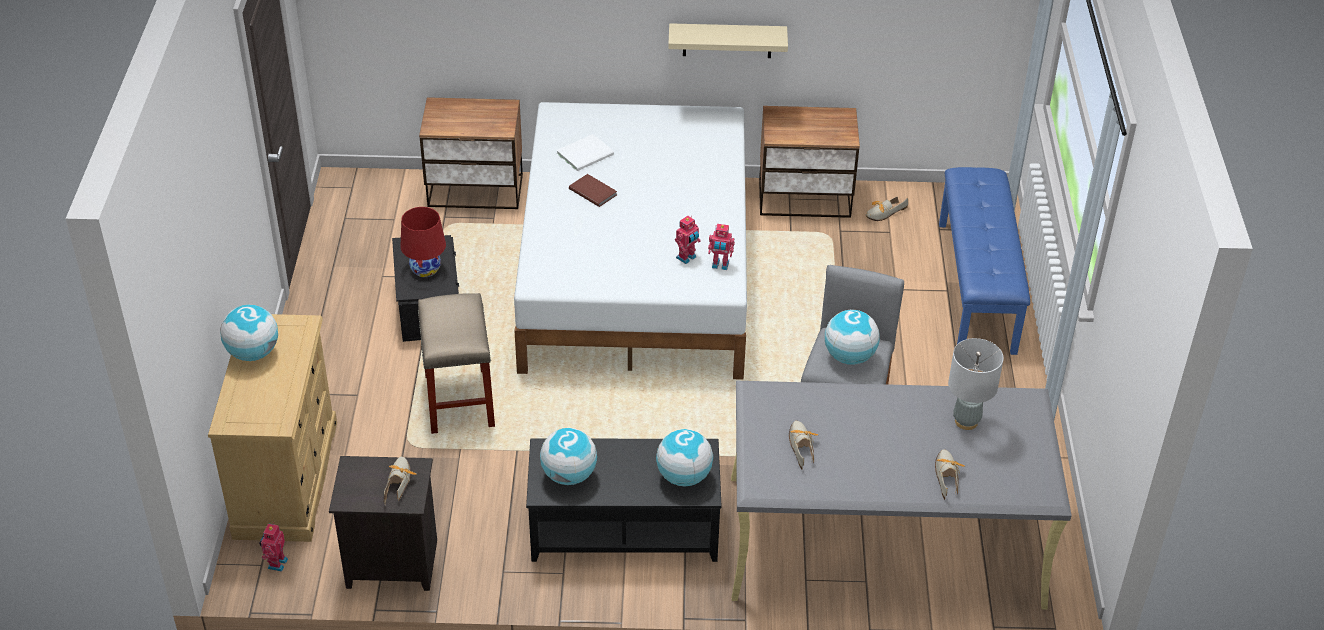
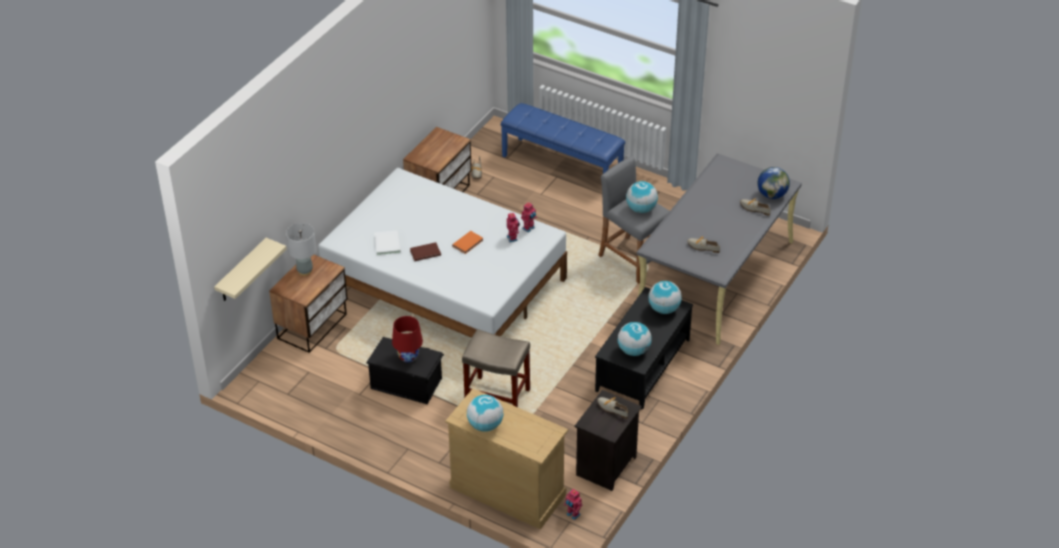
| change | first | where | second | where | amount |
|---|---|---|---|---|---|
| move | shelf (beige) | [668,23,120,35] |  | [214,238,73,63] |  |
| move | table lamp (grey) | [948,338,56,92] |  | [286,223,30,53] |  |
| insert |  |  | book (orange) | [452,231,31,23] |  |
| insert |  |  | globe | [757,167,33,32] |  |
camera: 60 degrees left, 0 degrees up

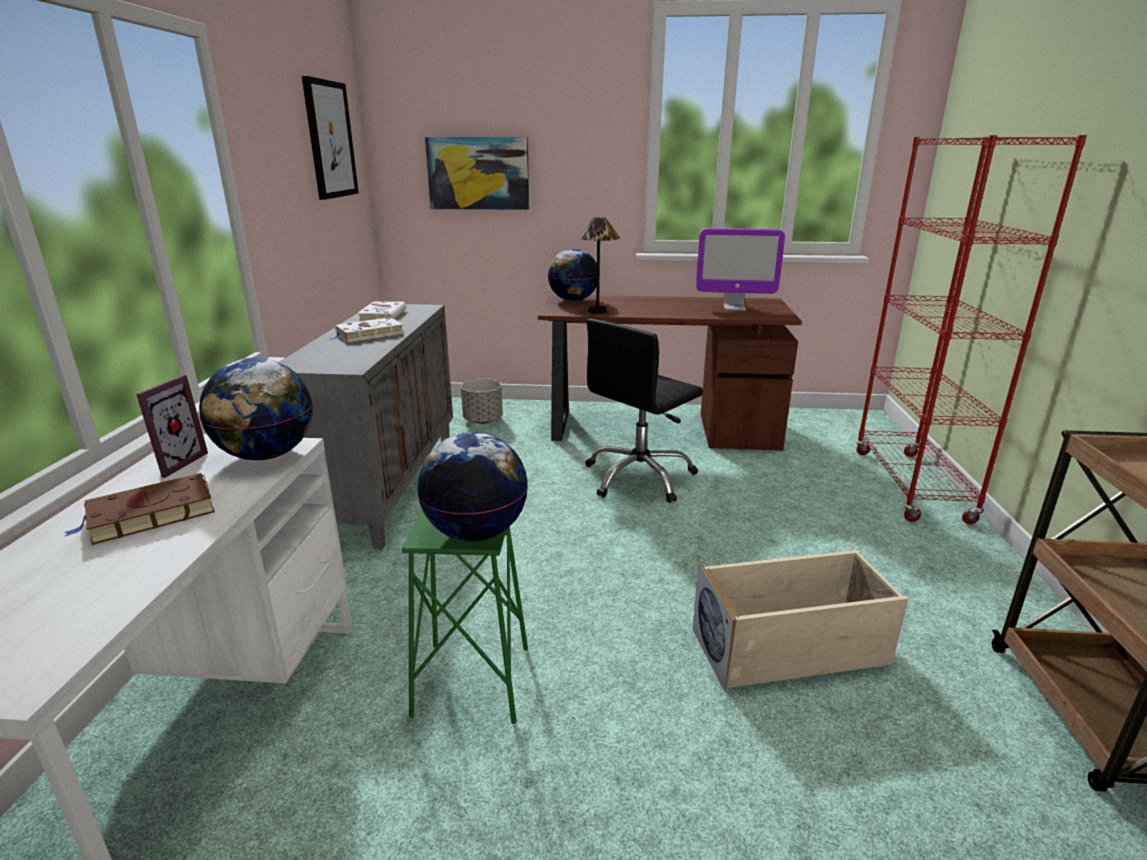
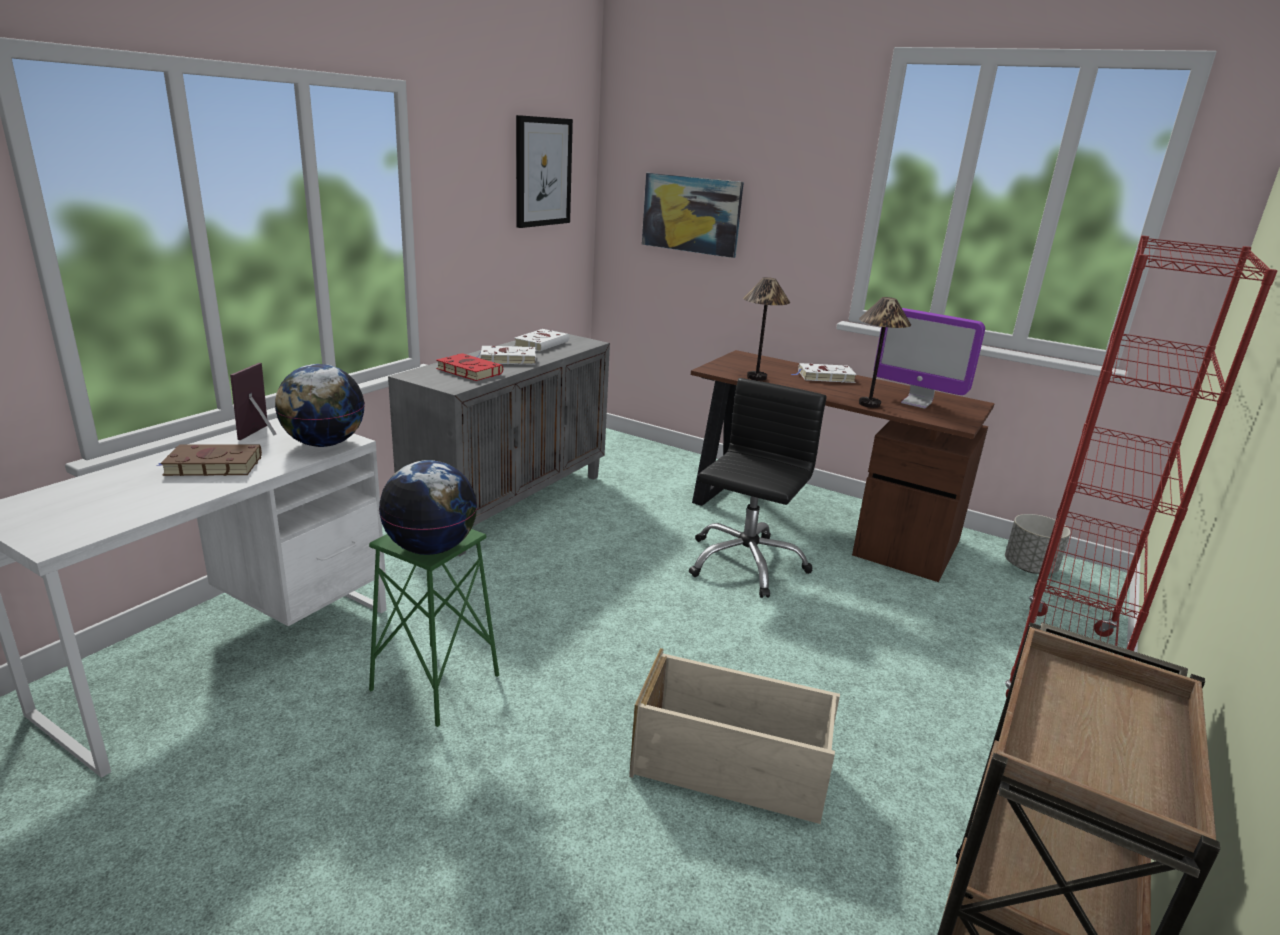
| change | first | where | second | where | amount |
|---|---|---|---|---|---|
| rotate | picture frame | [136,375,72,103] |  | [230,363,46,77] | 150 degrees clockwise |
| move | planter (grey) | [461,379,42,45] |  | [1005,514,66,60] |  |
| delete | globe | [548,248,49,53] |  |  |  |
| rotate | office chair (black) | [585,319,118,184] |  | [689,378,137,220] | 135 degrees clockwise |
| insert |  |  | book (red) | [436,353,67,28] |  |
| insert |  |  | book (white) | [792,363,65,20] |  |
| insert |  |  | table lamp | [859,297,52,111] |  |
camera: 25 degrees right, 0 degrees up

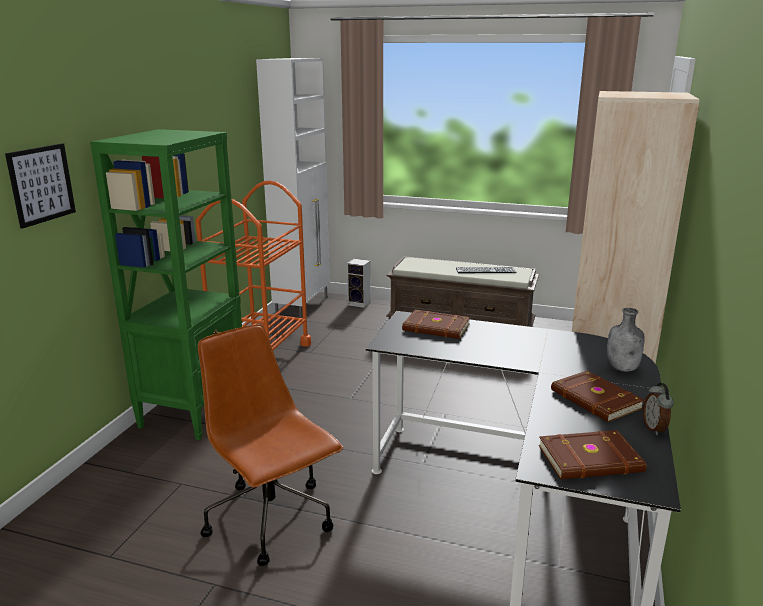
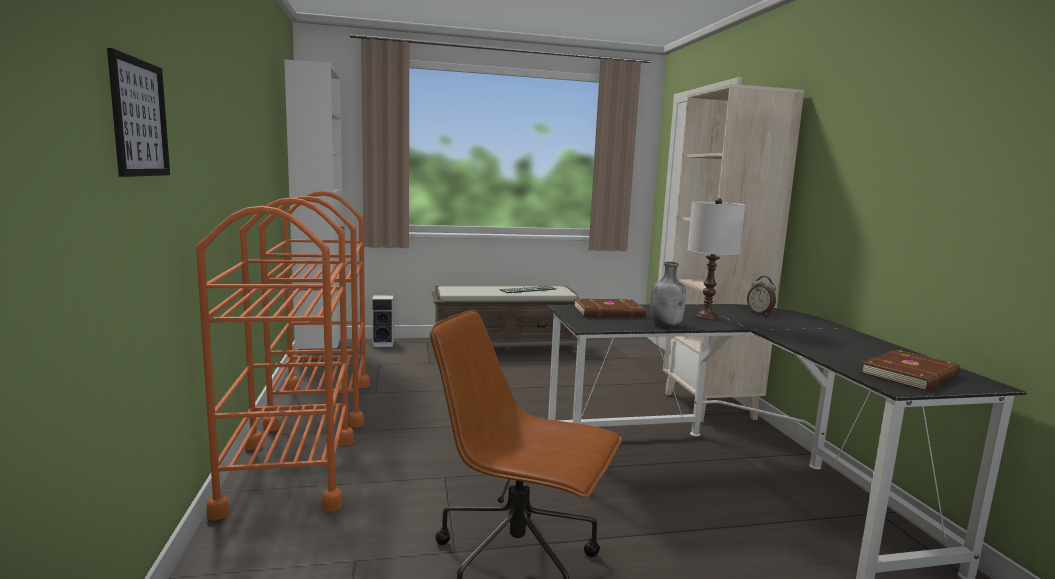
| change | first | where | second | where | amount |
|---|---|---|---|---|---|
| replace | bookcase (green) | [90,129,152,311] | cart (orange) | [196,198,158,322] |  |
| delete | book (brown) | [551,371,93,51] |  |  |  |
| move | bottle (grey) | [606,308,39,64] |  | [650,262,36,64] |  |
| move | alarm clock | [643,383,31,52] |  | [747,276,29,39] |  |
| insert |  |  | table lamp (white) | [687,198,59,122] |  |
camera: 30 degrees left, 10 degrees down

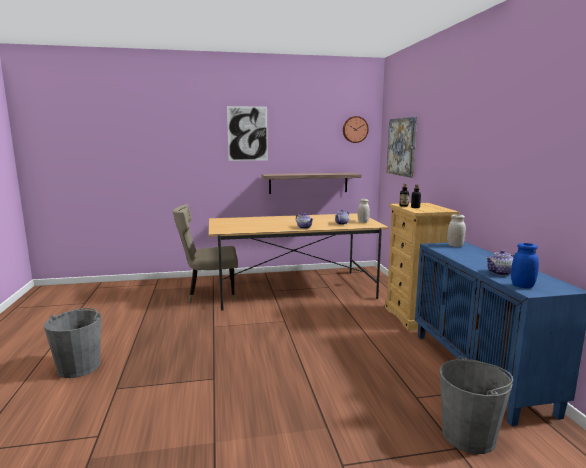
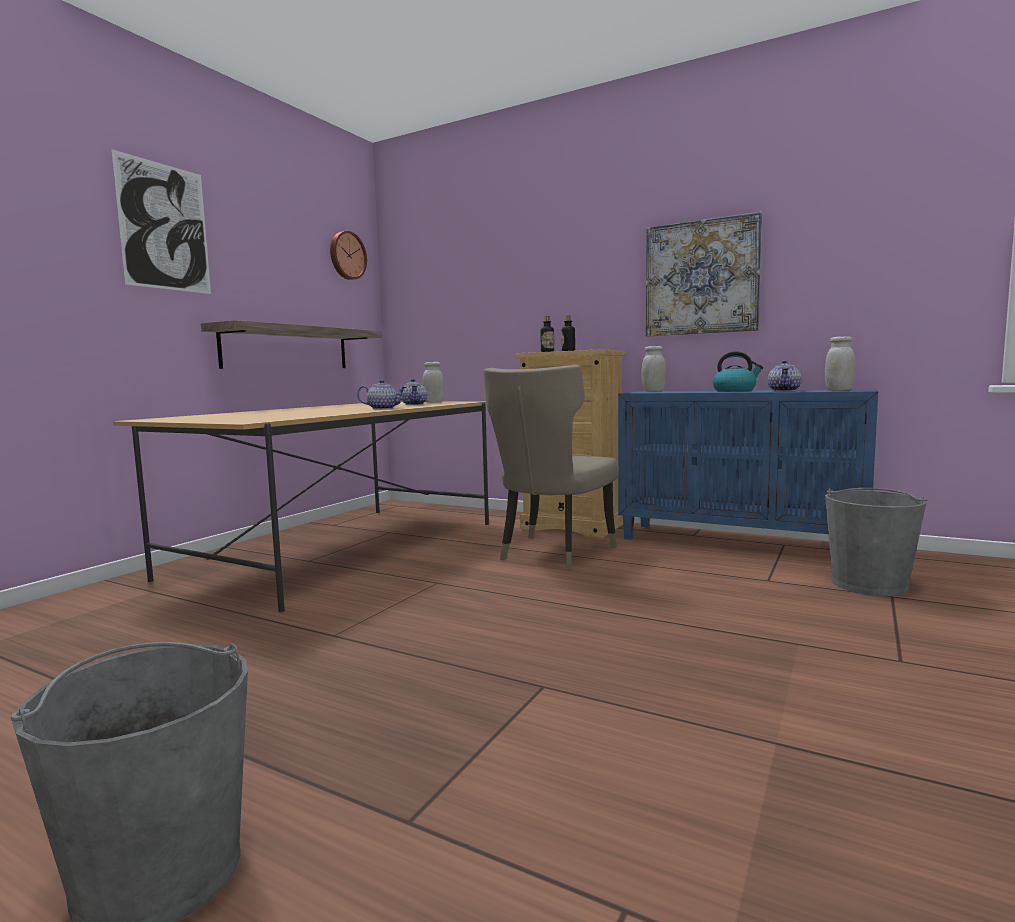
| change | first | where | second | where | amount |
|---|---|---|---|---|---|
| move | chair (beige) | [172,204,66,99] |  | [484,365,135,204] |  |
| move | picture | [387,117,30,60] |  | [646,212,116,124] |  |
| recolor | jar (blue) | [511,243,28,45] | jar (white) | [825,336,30,55] |  |
| insert |  |  | kettle | [713,351,50,41] |  |
camera: 50 degrees left, 5 degrees down

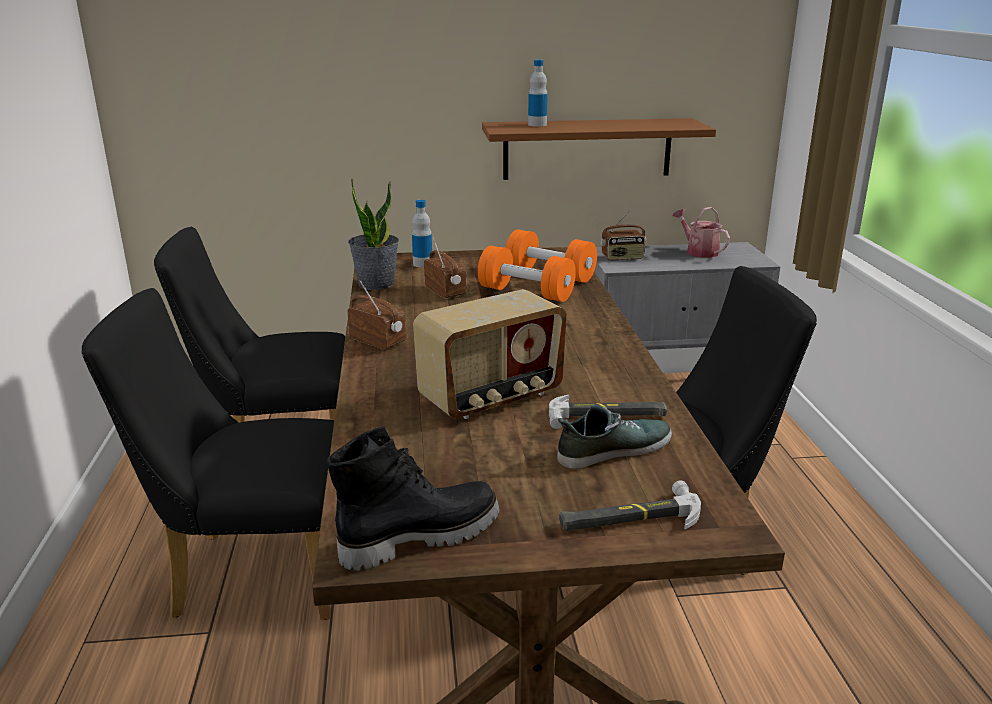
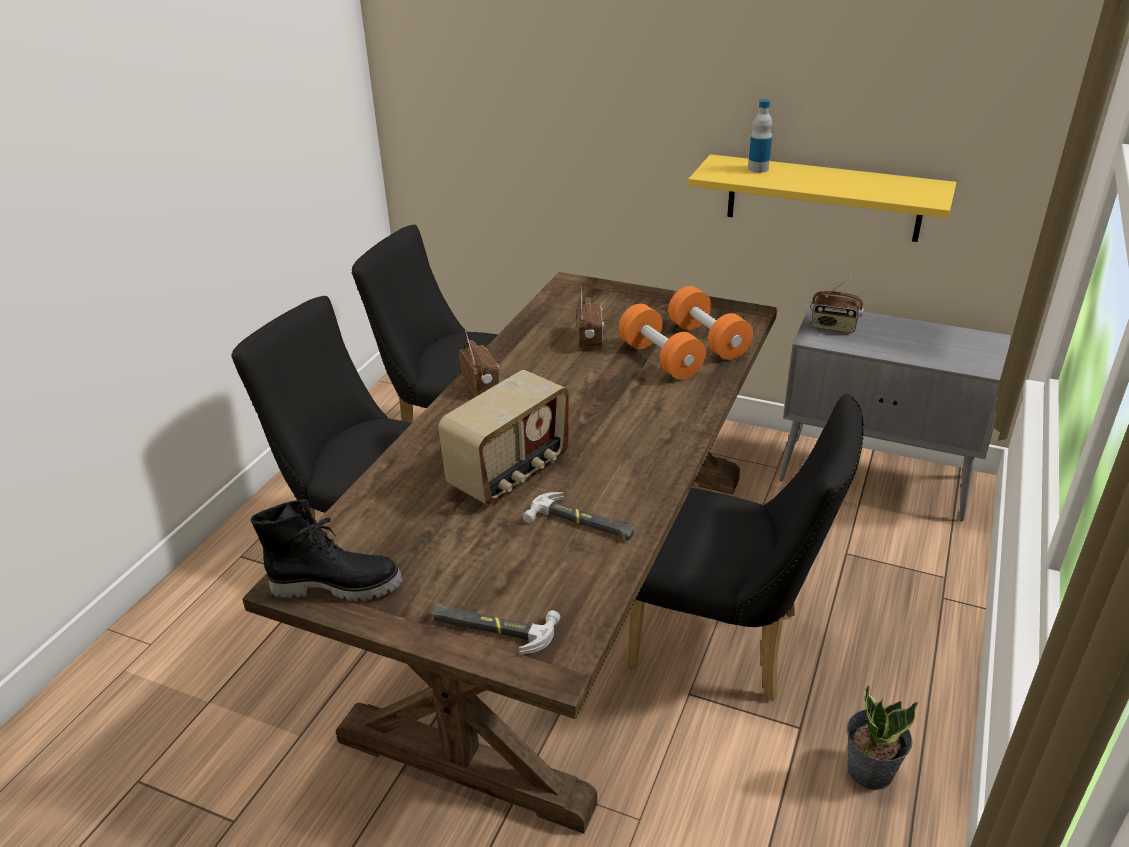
| change | first | where | second | where | amount |
|---|---|---|---|---|---|
| move | potted plant | [348,179,51,111] |  | [846,686,72,104] |  |
| delete | bottle | [412,200,20,68] |  |  |  |
| rotate | radio | [413,289,154,130] |  | [438,370,131,135] | 45 degrees counterclockwise |
| recolor | shelf (brown) | [482,118,234,62] | shelf (yellow) | [688,154,268,88] |  |
| delete | shoe | [557,405,115,64] |  |  |  |
| delete | watering can | [672,207,58,51] |  |  |  |
camera: 30 degrees right, 10 degrees up

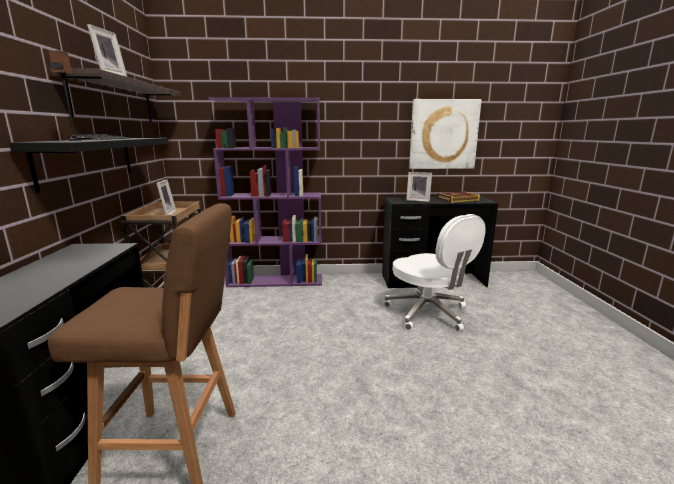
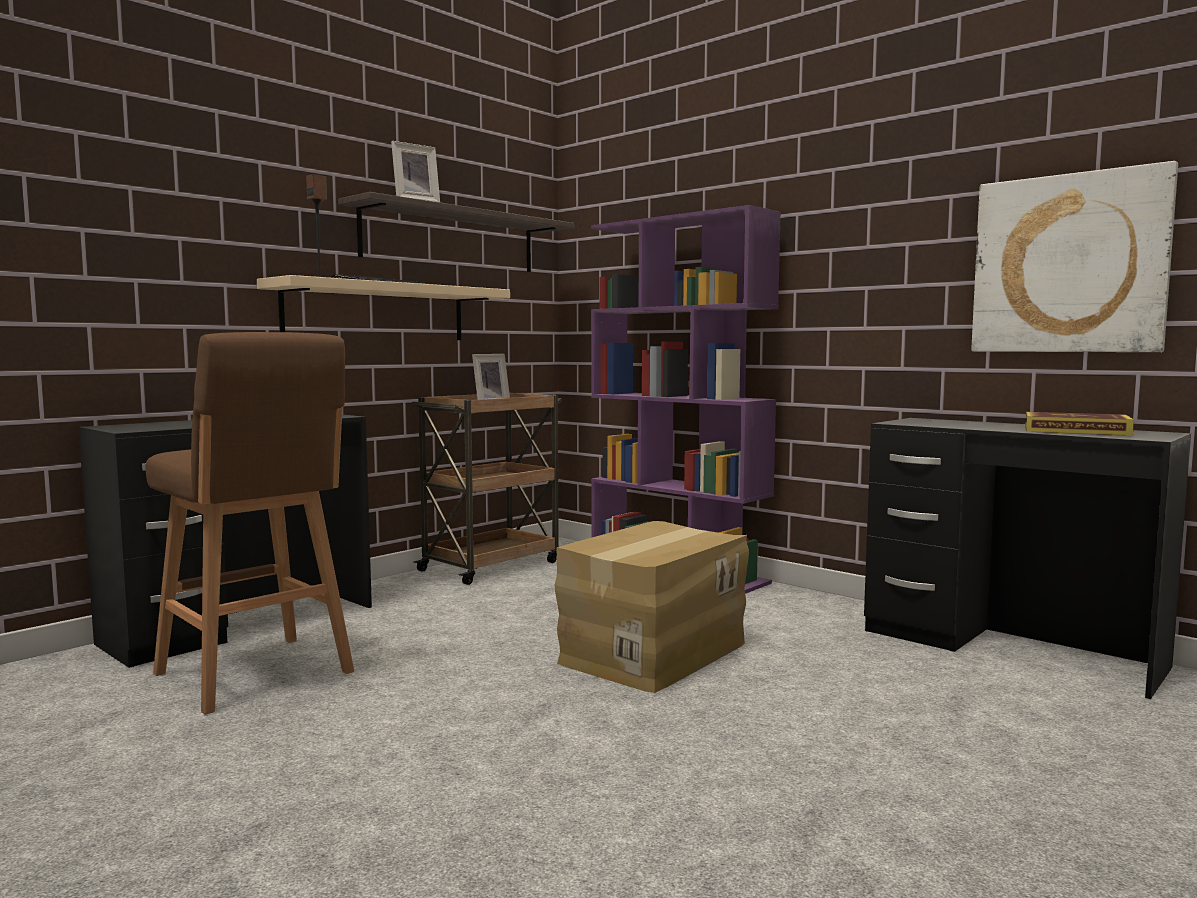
| change | first | where | second | where | amount |
|---|---|---|---|---|---|
| recolor | shelf (black) | [9,138,160,55] | shelf (beige) | [257,275,253,65] |  |
| delete | office chair (white) | [384,214,102,117] |  |  |  |
| delete | picture frame | [406,172,26,30] |  |  |  |
| insert |  |  | cardboard box | [555,521,194,172] |  |
camera: 45 degrees right, 10 degrees down

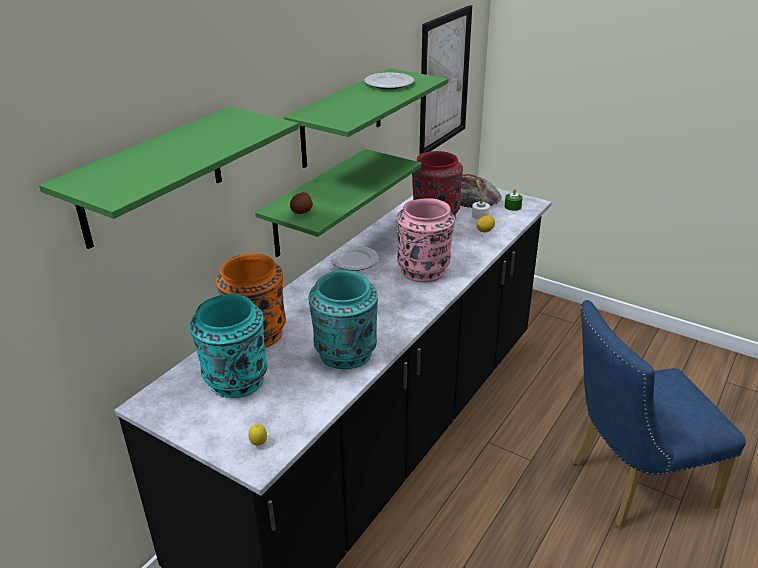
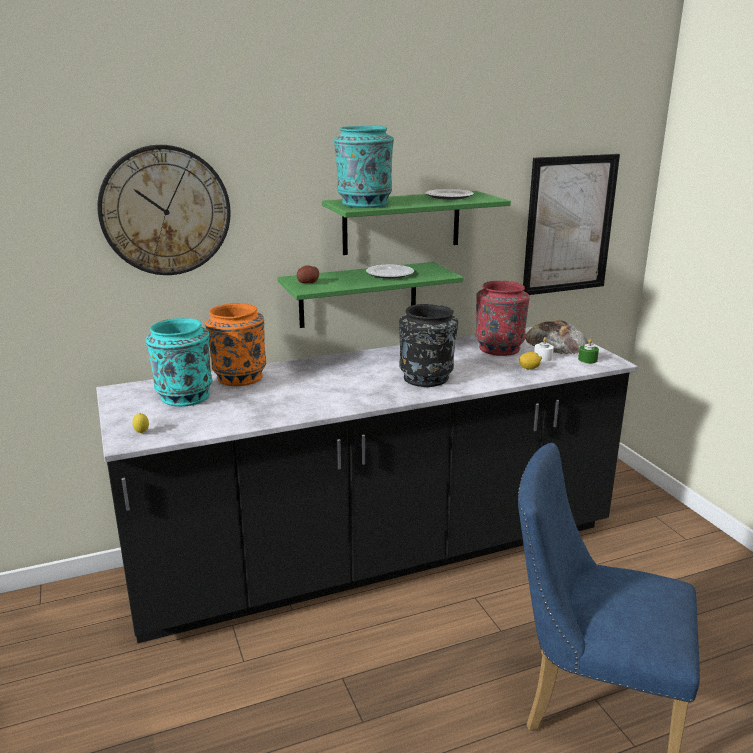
| change | first | where | second | where | amount |
|---|---|---|---|---|---|
| replace | shelf (green) | [39,107,260,142] | wall clock | [97,145,134,130] |  |
| move | vase (turquoise) | [308,270,70,99] |  | [334,126,60,82] |  |
| move | plate | [331,246,48,25] |  | [366,265,48,14] |  |
| recolor | vase (pink) | [397,198,58,84] | vase (black) | [399,304,59,83] |  |
camera: 35 degrees right, 10 degrees down

